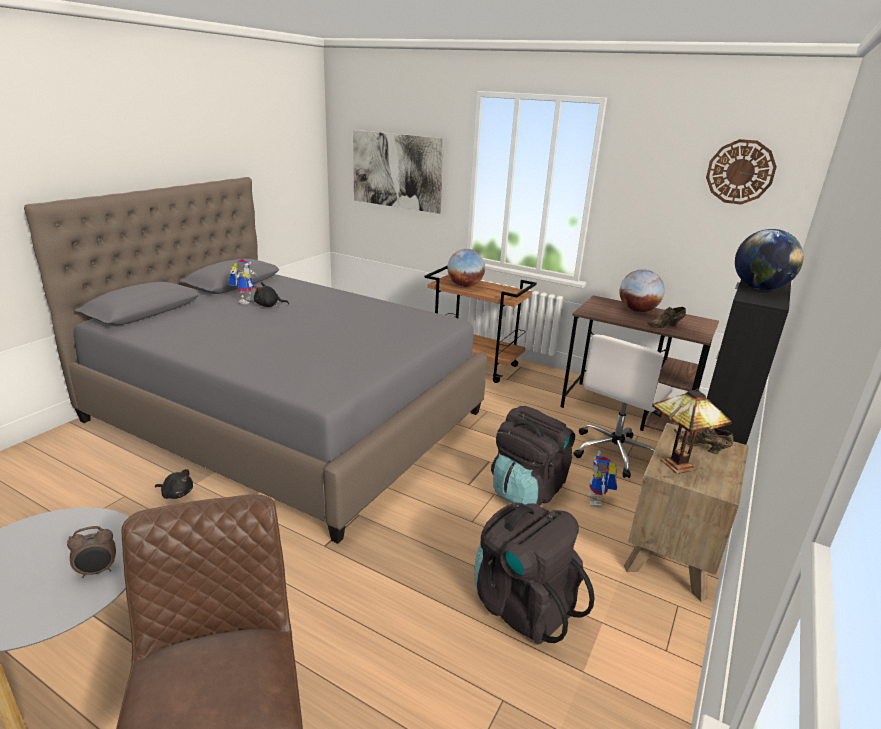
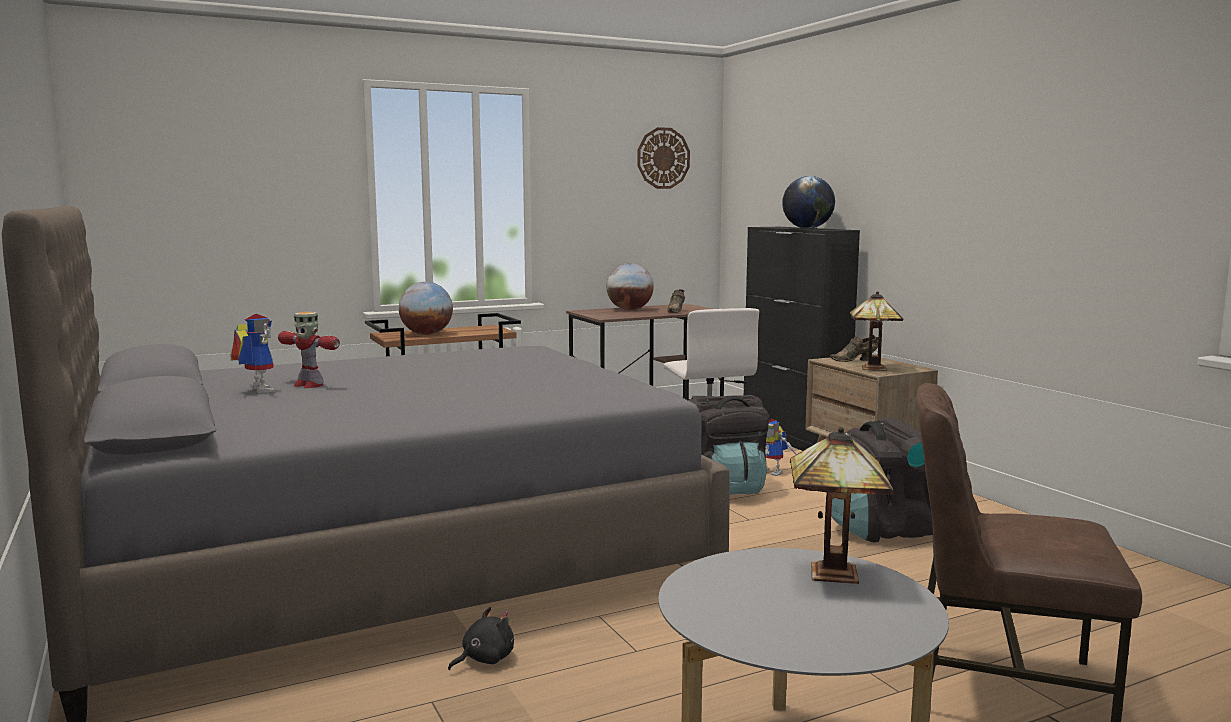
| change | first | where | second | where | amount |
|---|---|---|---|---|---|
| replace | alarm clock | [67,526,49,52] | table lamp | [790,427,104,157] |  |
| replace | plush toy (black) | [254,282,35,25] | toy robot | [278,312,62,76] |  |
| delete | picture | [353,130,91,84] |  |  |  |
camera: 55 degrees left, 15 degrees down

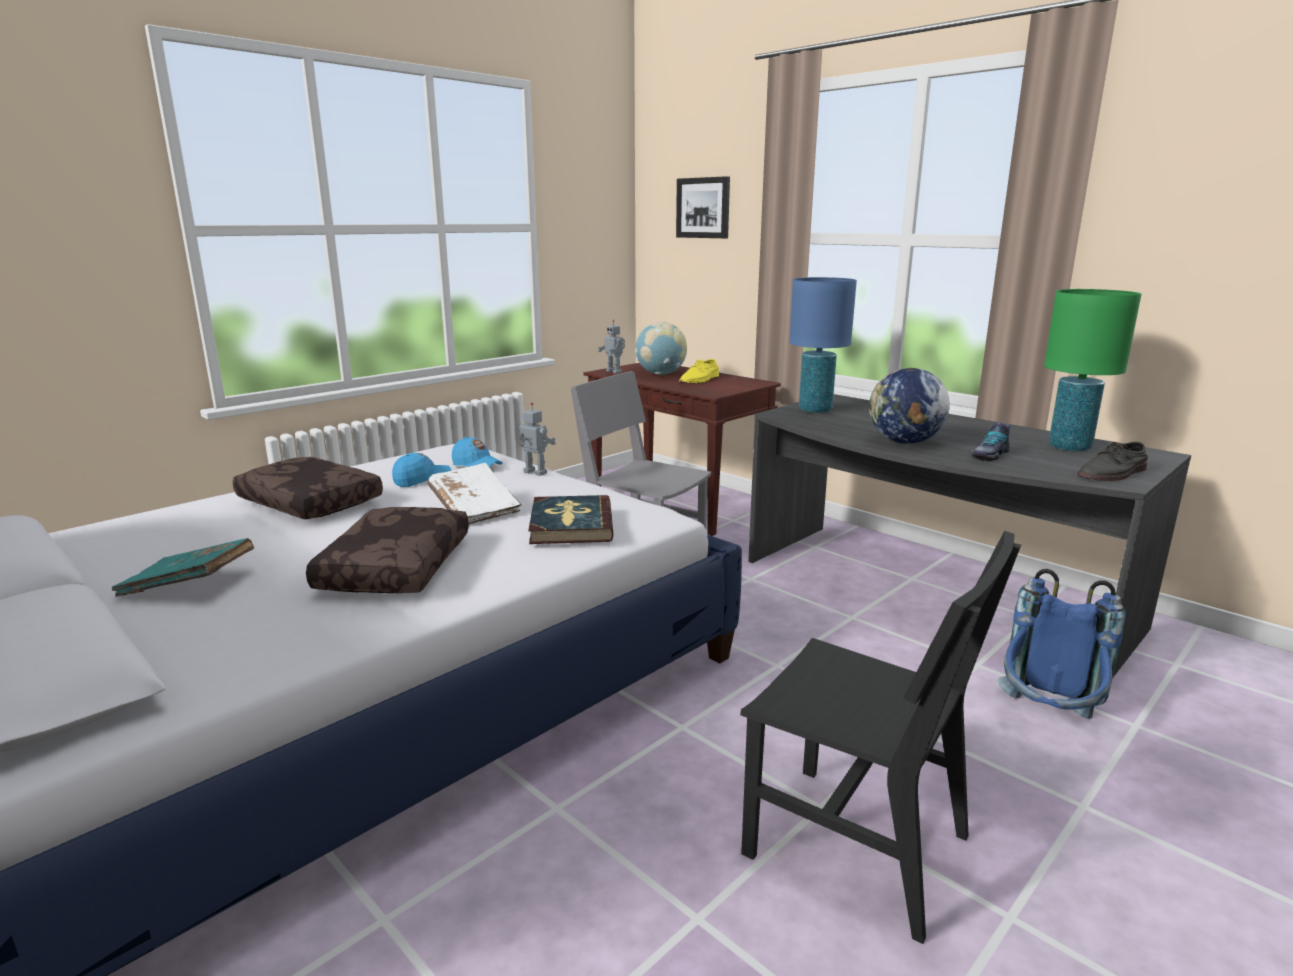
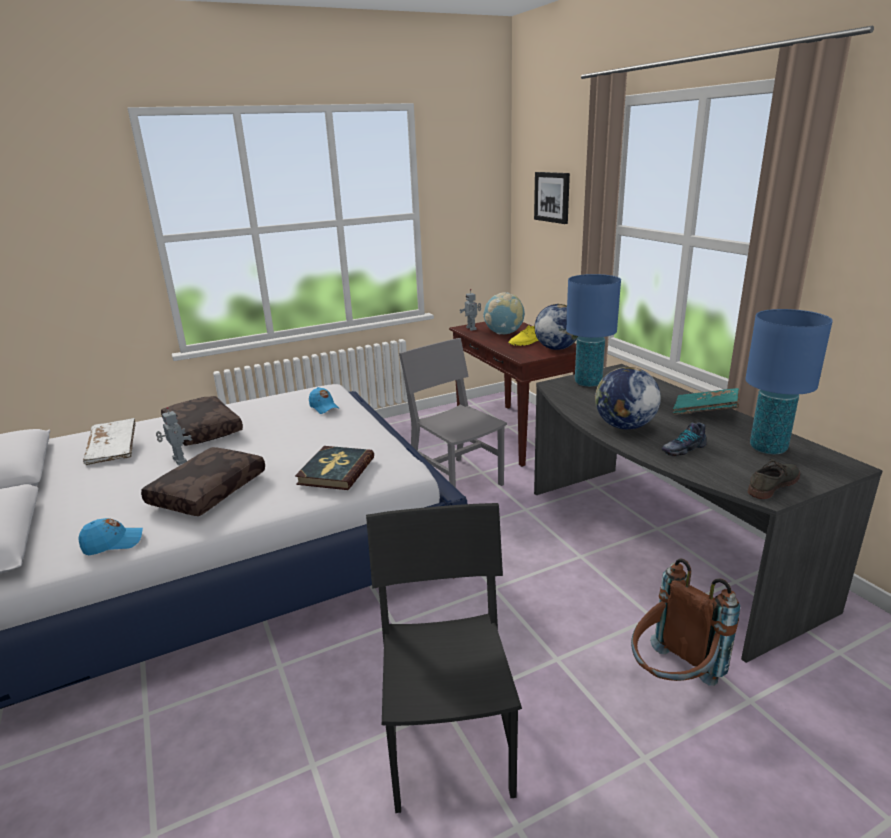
| change | first | where | second | where | amount |
|---|---|---|---|---|---|
| move | book (turquoise) | [112,538,142,59] |  | [673,388,66,27] |  |
| move | cap (blue) | [392,453,60,34] |  | [78,518,65,37] |  |
| move | book (white) | [428,463,93,61] |  | [83,418,52,47] |  |
| move | toy robot | [520,402,36,74] |  | [156,407,36,58] |  |
| rotate | chair (black) | [740,531,281,413] |  | [366,503,156,310] | 150 degrees counterclockwise |
| recolor | backpack (blue) | [998,569,128,150] | backpack (brown) | [631,559,109,127] |  |
| recolor | table lamp (green) | [1044,289,98,163] | table lamp (blue) | [745,309,88,145] |  |
| rotate | shoe (grey) | [1077,442,71,39] |  | [747,459,53,40] | 150 degrees clockwise |
| insert |  |  | globe | [534,304,44,46] |  |
camera: 20 degrees right, 5 degrees up

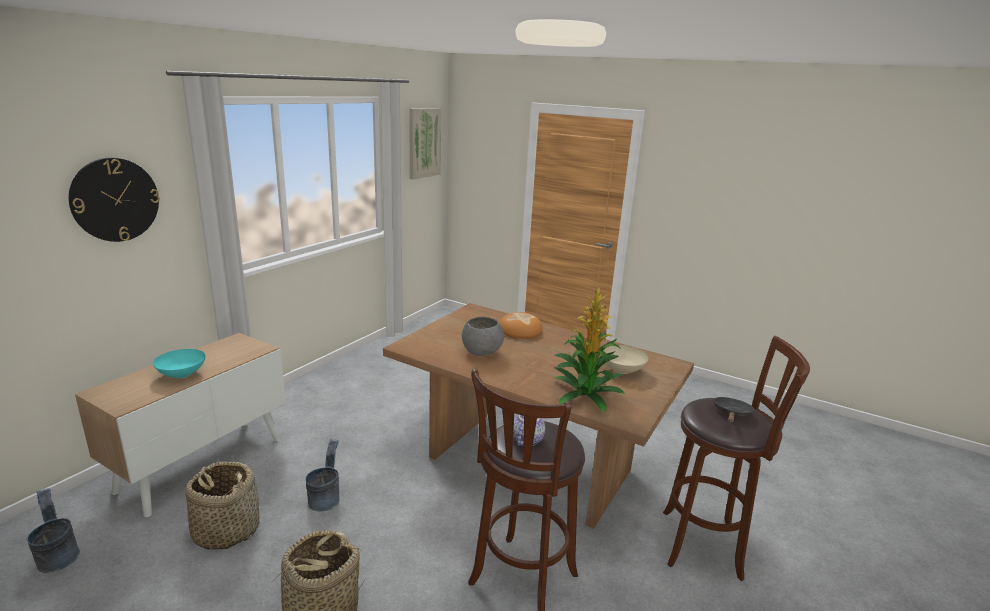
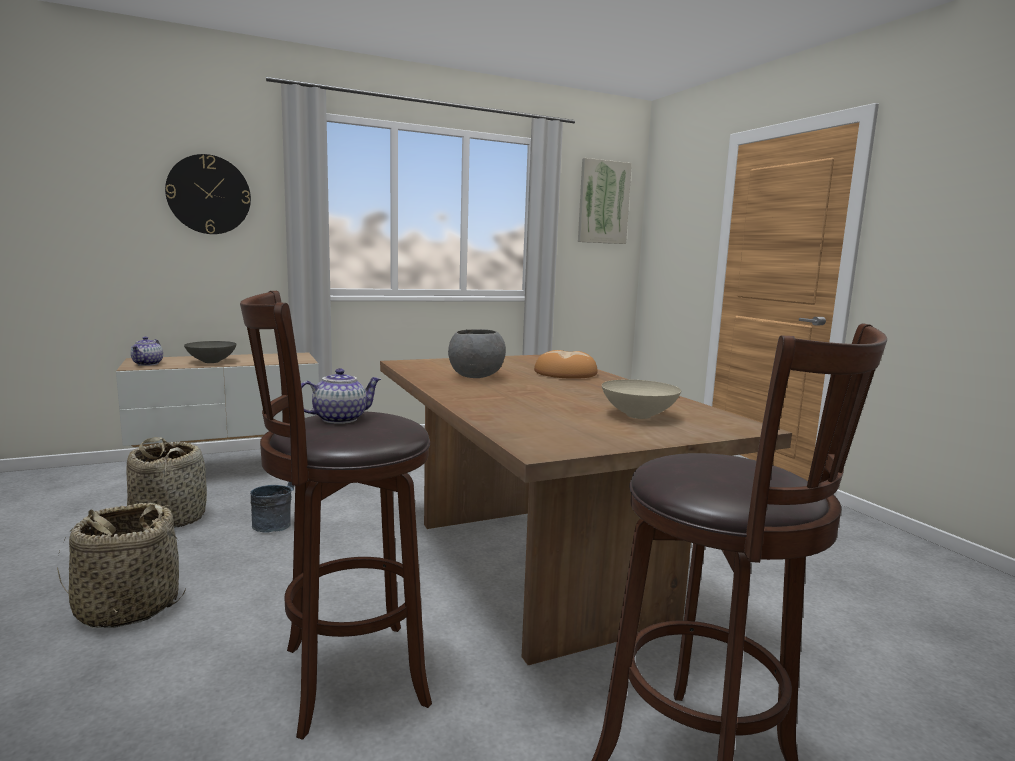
| change | first | where | second | where | amount |
|---|---|---|---|---|---|
| delete | bucket (grey) | [27,488,53,85] |  |  |  |
| recolor | bowl (turquoise) | [153,349,53,29] | bowl (grey) | [184,341,52,22] |  |
| delete | potted plant | [554,287,72,125] |  |  |  |
| delete | frying pan (black) | [713,397,41,26] |  |  |  |
| insert |  |  | teapot | [131,336,32,30] |  |
camera: 35 degrees right, 10 degrees down

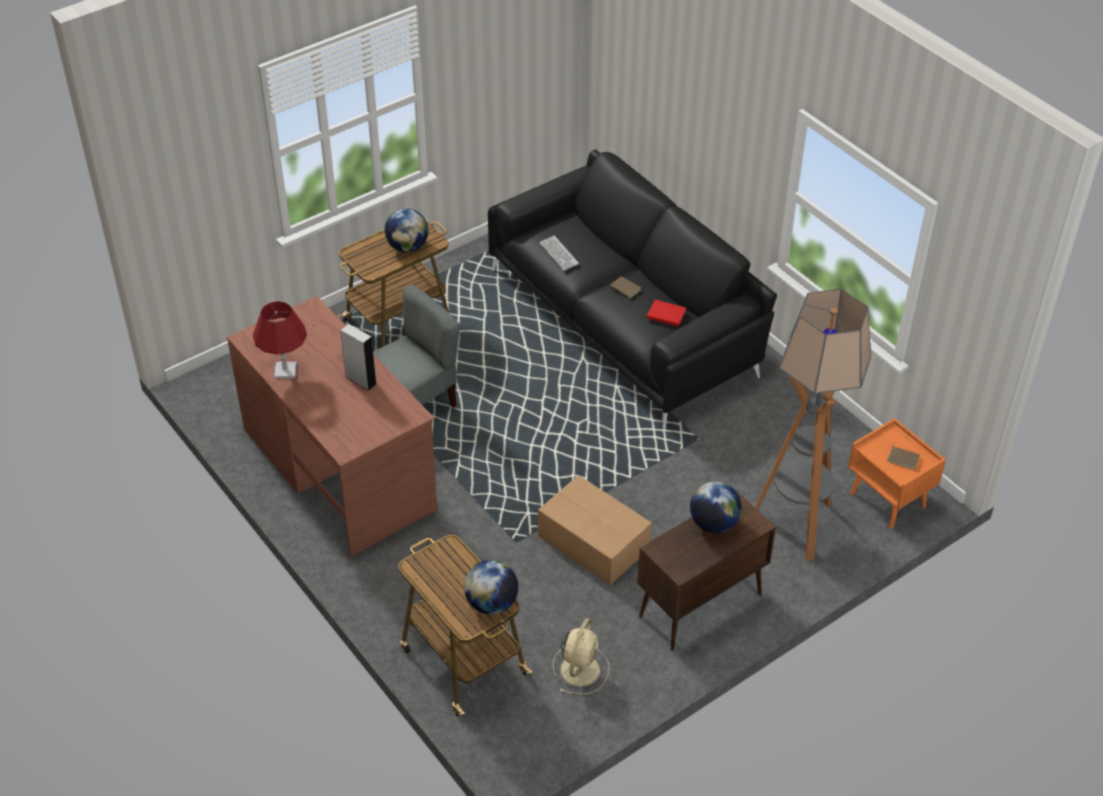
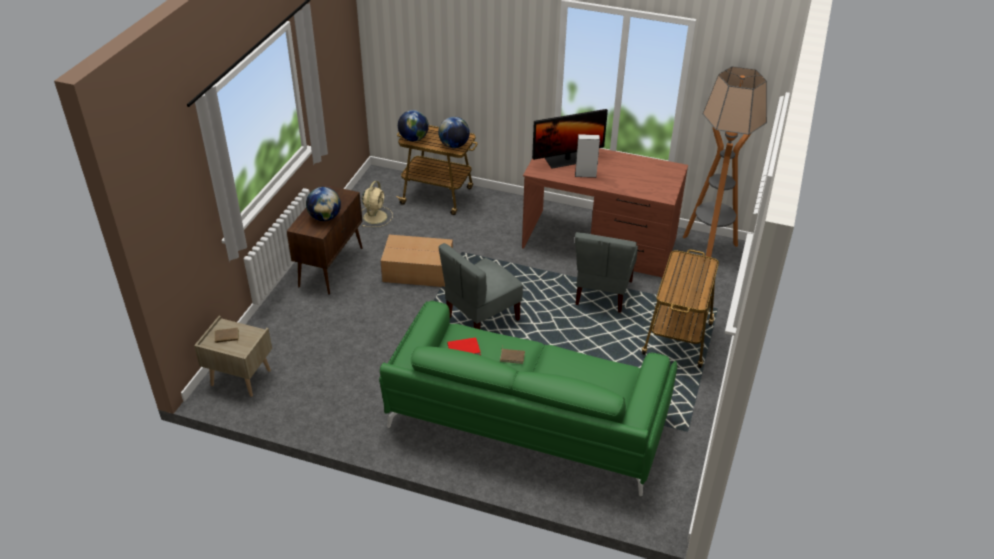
| change | first | where | second | where | amount |
|---|---|---|---|---|---|
| delete | table lamp (red) | [253,301,54,78] |  |  |  |
| move | globe | [385,208,43,44] |  | [438,117,32,31] |  |
| recolor | sofa (black) | [488,150,289,278] | sofa (green) | [379,301,298,195] |  |
| delete | keyboard | [540,236,39,35] |  |  |  |
| rotate | fan (beige) | [553,618,56,76] |  | [361,181,32,46] | 150 degrees counterclockwise |
| move | floor lamp | [755,289,116,272] |  | [683,66,84,202] |  |
| recolor | nightstand (orange) | [848,418,98,111] | nightstand (beige) | [194,316,78,81] |  |
| insert |  |  | chair (grey) | [438,243,85,86] |  |
| insert |  |  | monitor | [532,109,76,60] |  |
camera: 145 degrees right, 5 degrees down

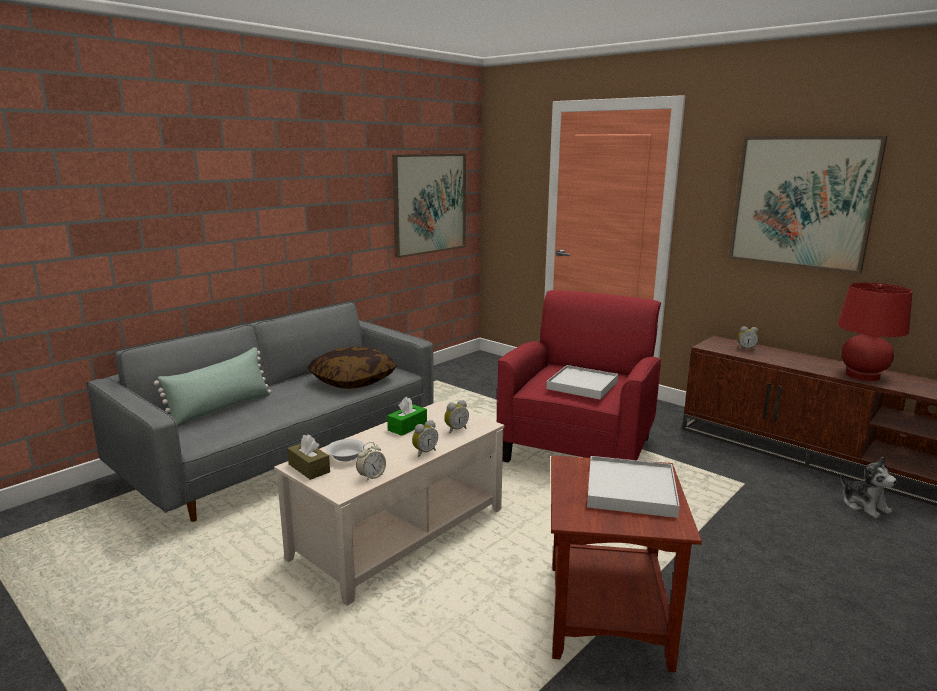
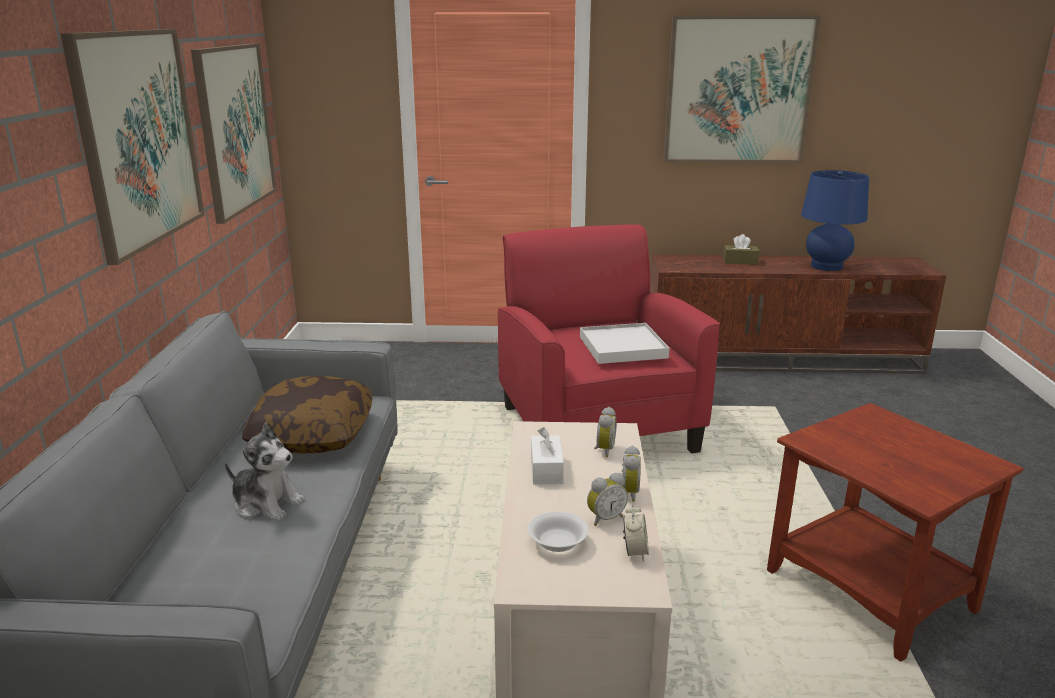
| change | first | where | second | where | amount |
|---|---|---|---|---|---|
| delete | pillow (green) | [154,347,117,80] |  |  |  |
| move | tissue box (brown) | [287,434,43,46] |  | [723,234,36,31] |  |
| recolor | tissue box (green) | [387,397,40,39] | tissue box (white) | [531,427,33,58] |  |
| delete | tray (white) | [587,456,93,62] |  |  |  |
| move | alarm clock | [738,326,20,24] |  | [587,473,41,53] |  |
| recolor | table lamp (red) | [837,282,76,99] | table lamp (blue) | [801,170,68,101] |  |
| move | plush toy | [840,457,57,61] |  | [225,422,80,99] |  |
| insert |  |  | picture | [61,29,143,236] |  |
camera: 40 degrees left, 5 degrees up

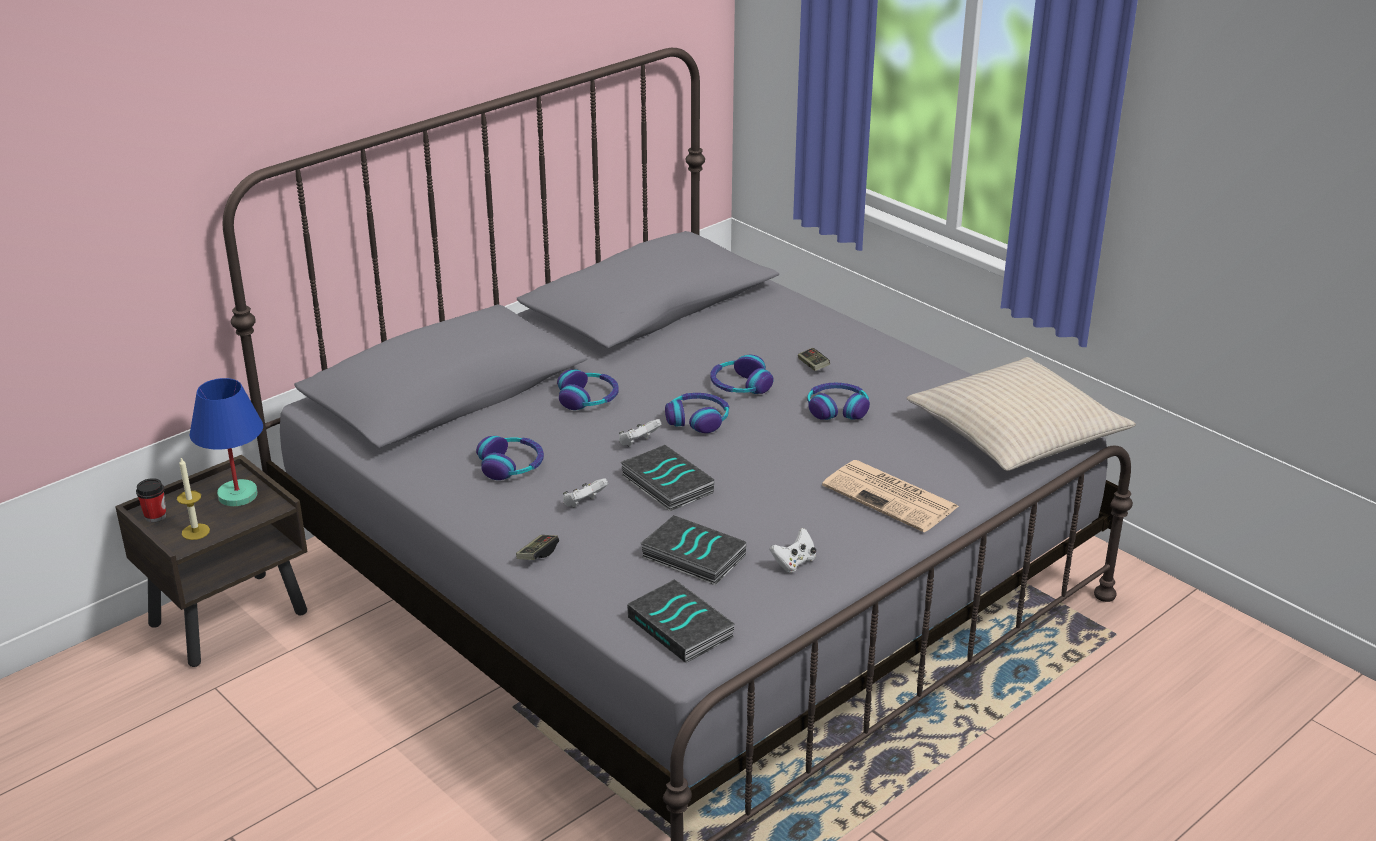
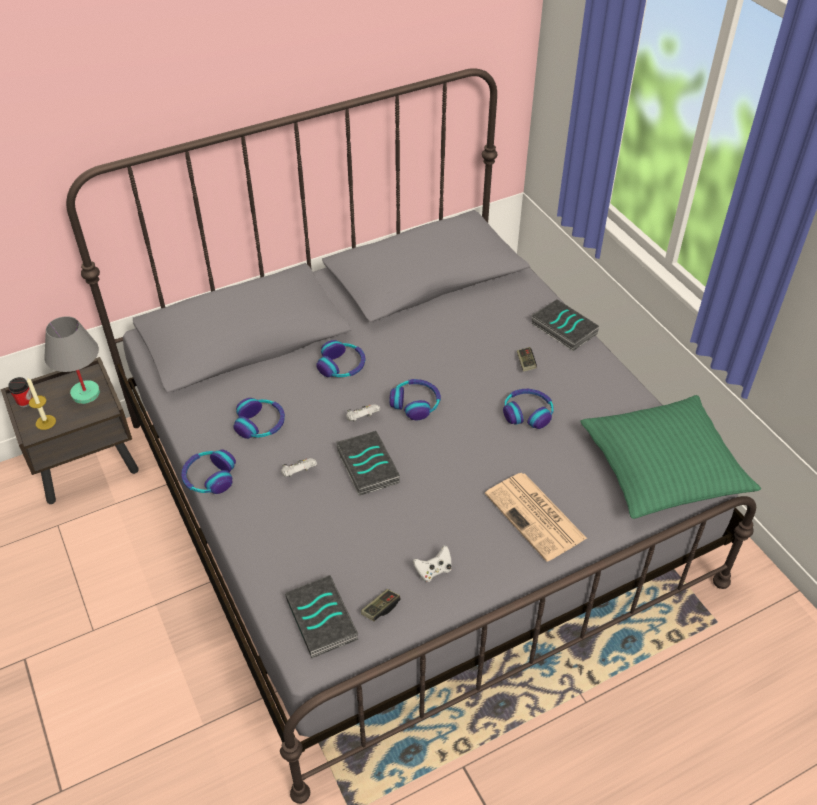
| change | first | where | second | where | amount |
|---|---|---|---|---|---|
| recolor | table lamp (blue) | [189,378,74,128] | table lamp (grey) | [45,316,55,88] |  |
| move | game controller | [516,535,43,25] |  | [361,589,40,32] |  |
| move | book | [640,515,106,70] |  | [531,299,68,52] |  |
| move | headphones | [710,355,64,39] |  | [181,450,55,44] |  |
| recolor | pillow (beige) | [907,357,229,114] | pillow (green) | [580,395,181,124] |  |
camera: 15 degrees right, 15 degrees up

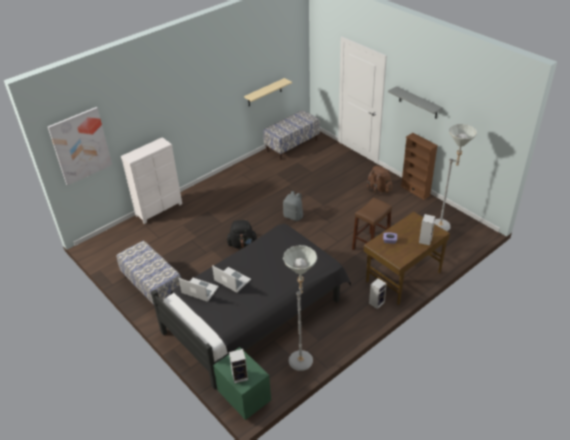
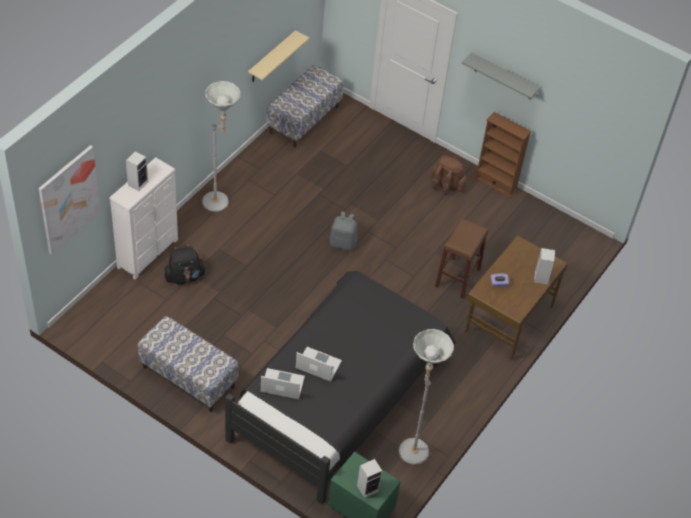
| change | first | where | second | where | amount |
|---|---|---|---|---|---|
| move | backpack (black) | [227,219,31,30] |  | [164,244,42,40] |  |
| move | speaker | [369,278,18,31] |  | [126,151,22,40] |  |
| move | floor lamp (grey) | [434,124,43,107] |  | [202,81,39,131] |  |
camera: 20 degrees left, 10 degrees up

